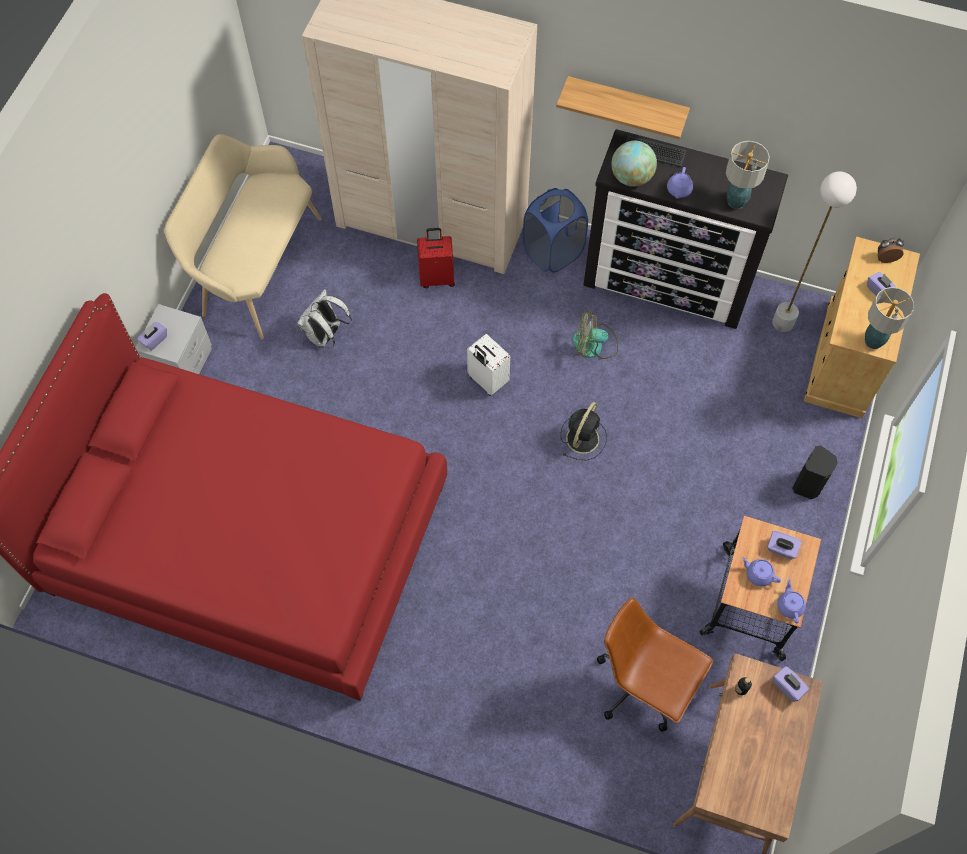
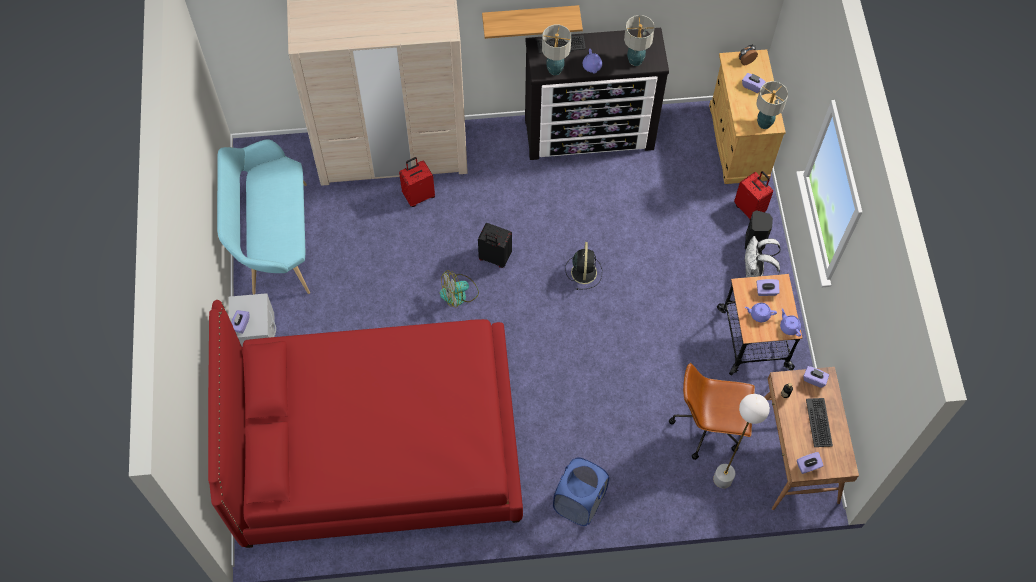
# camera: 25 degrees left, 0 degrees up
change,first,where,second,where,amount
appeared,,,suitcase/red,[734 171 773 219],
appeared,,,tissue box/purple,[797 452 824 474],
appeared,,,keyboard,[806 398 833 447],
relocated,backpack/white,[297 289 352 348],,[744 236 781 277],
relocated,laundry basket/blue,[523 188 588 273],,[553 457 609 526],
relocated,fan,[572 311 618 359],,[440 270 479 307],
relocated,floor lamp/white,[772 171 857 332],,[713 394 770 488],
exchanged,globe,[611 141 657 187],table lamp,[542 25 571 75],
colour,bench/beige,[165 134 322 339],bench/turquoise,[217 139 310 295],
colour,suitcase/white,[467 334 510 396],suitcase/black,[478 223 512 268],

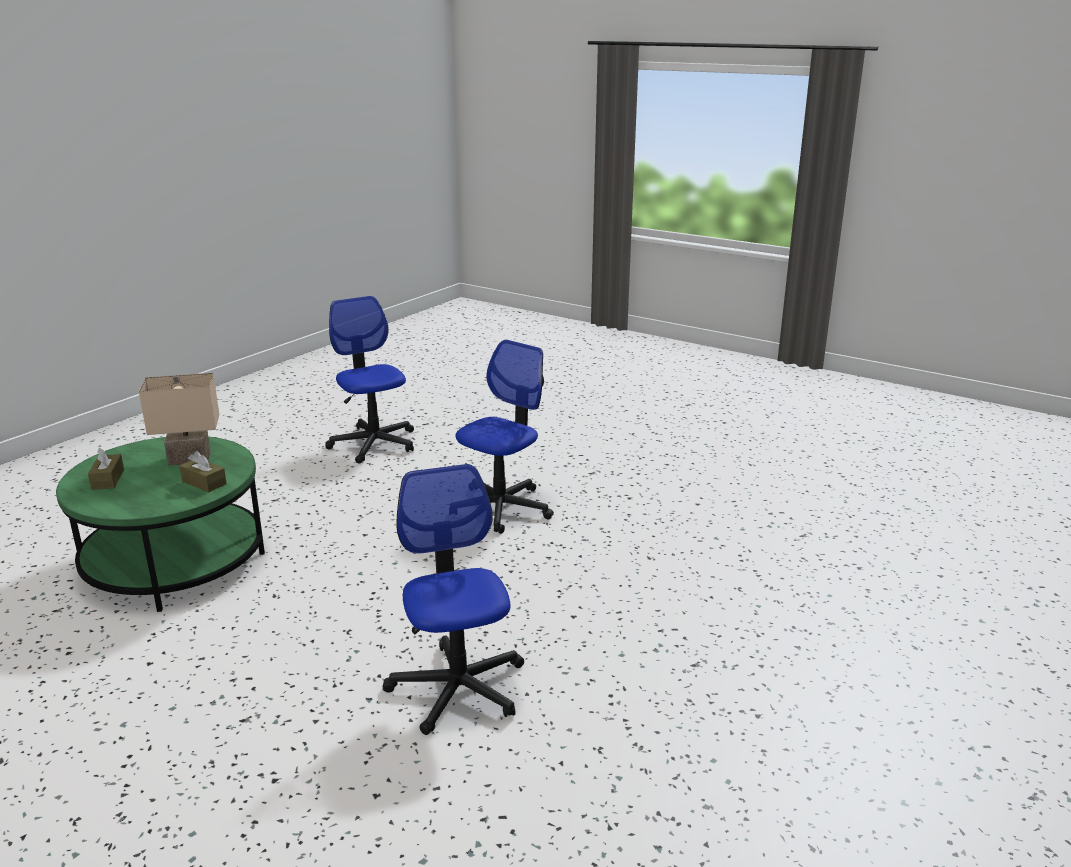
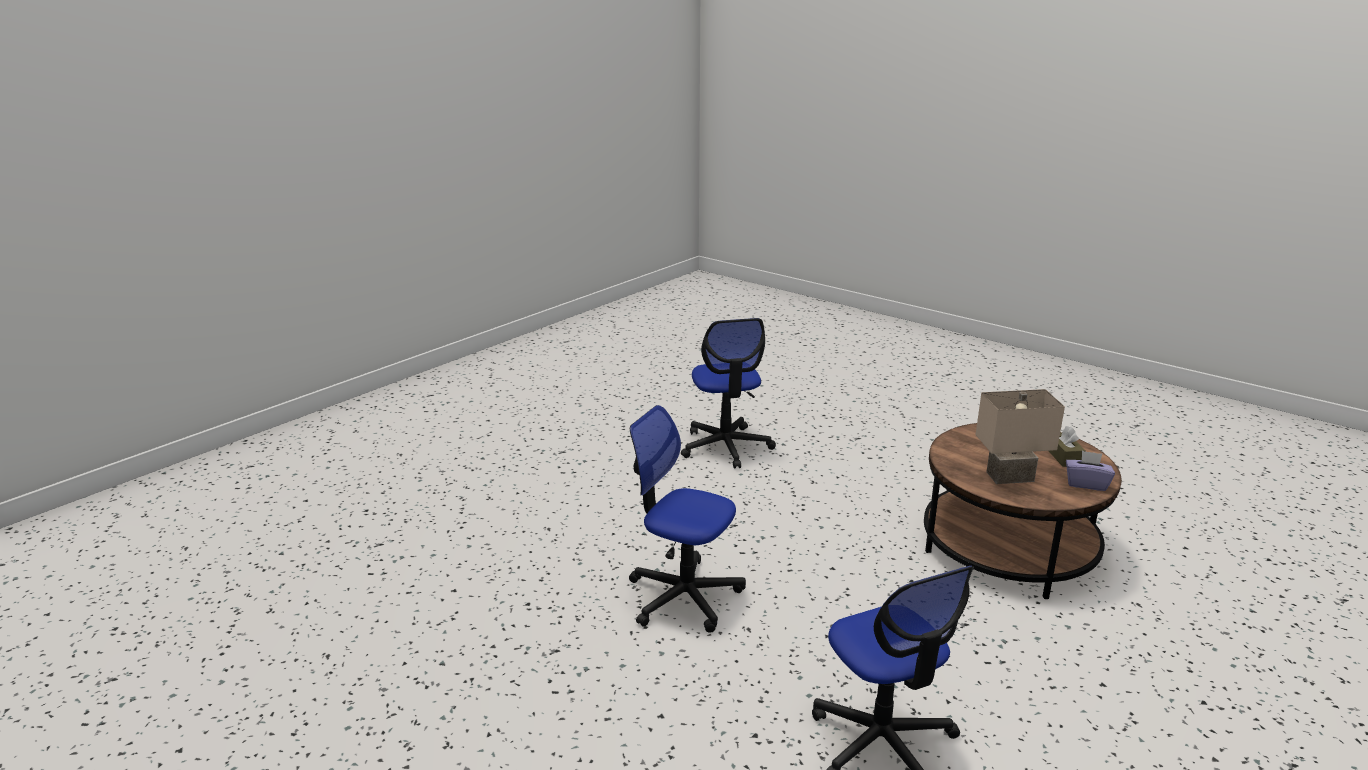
# camera: 175 degrees left, 0 degrees up
change,first,where,second,where,amount
missing,tissue box/brown,[180 451 227 492],,,
appeared,,,tissue box/purple,[1066 451 1115 491],
colour,coffee table/green,[56 437 265 612],coffee table/brown,[924 423 1122 599],
spun,office chair,[456 340 554 534],,[629 405 746 633],75 degrees clockwise

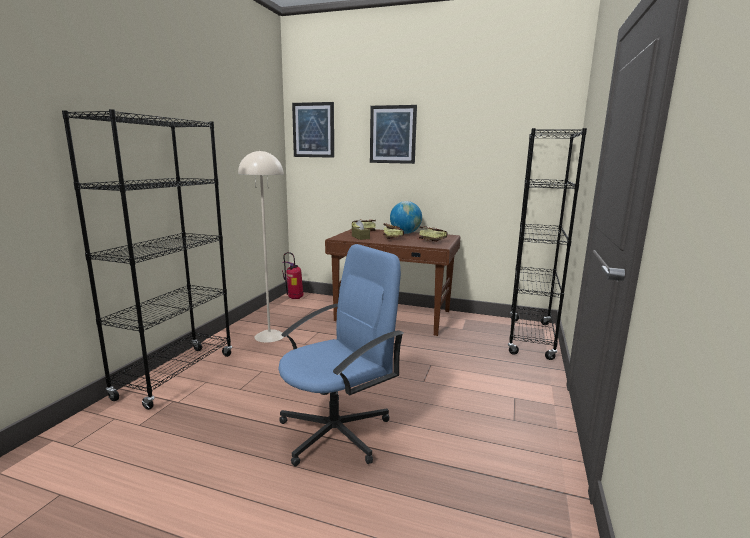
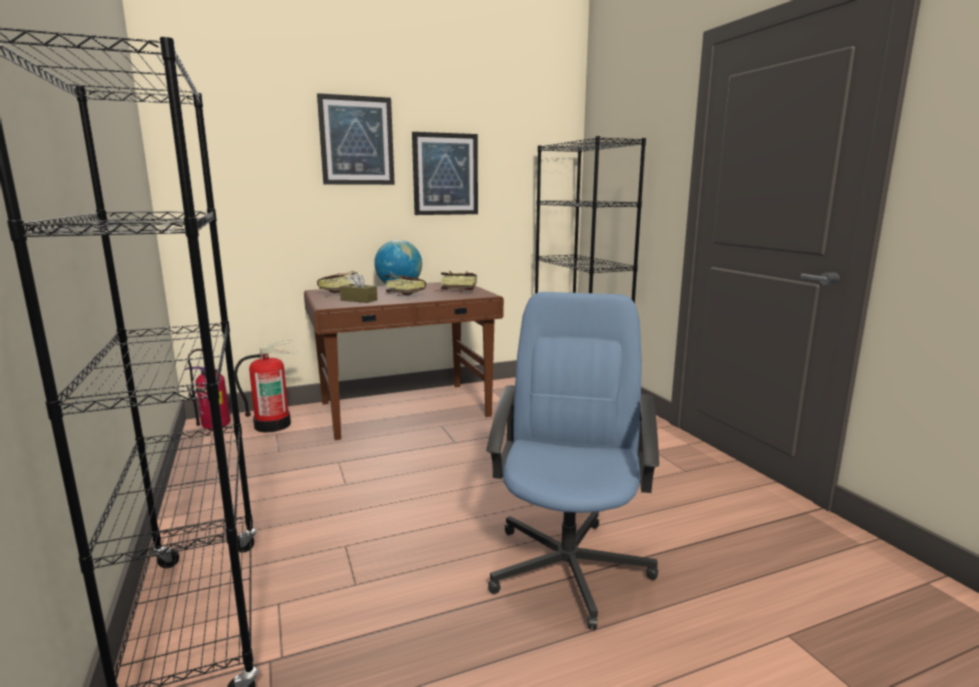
# camera: 40 degrees left, 0 degrees up
change,first,where,second,where,amount
missing,floor lamp/beige,[238 150 284 343],,,
appeared,,,fire extinguisher,[234 341 299 433],
relocated,picture,[292 102 334 158],,[412 132 478 215],

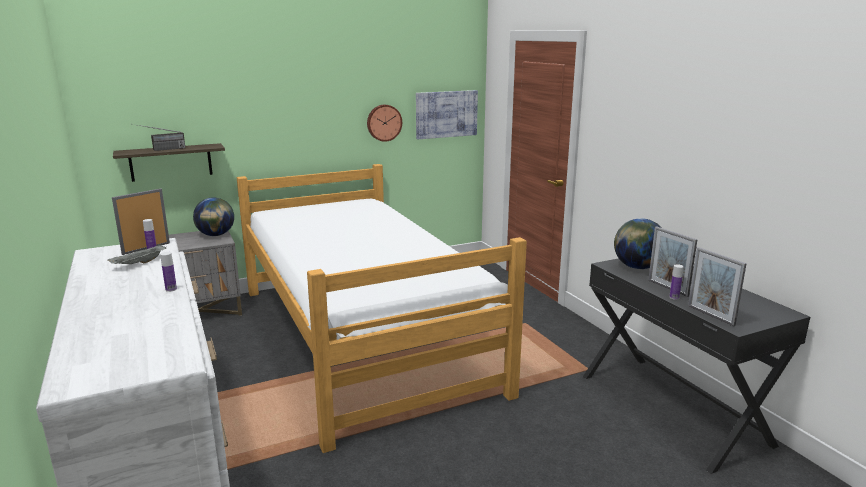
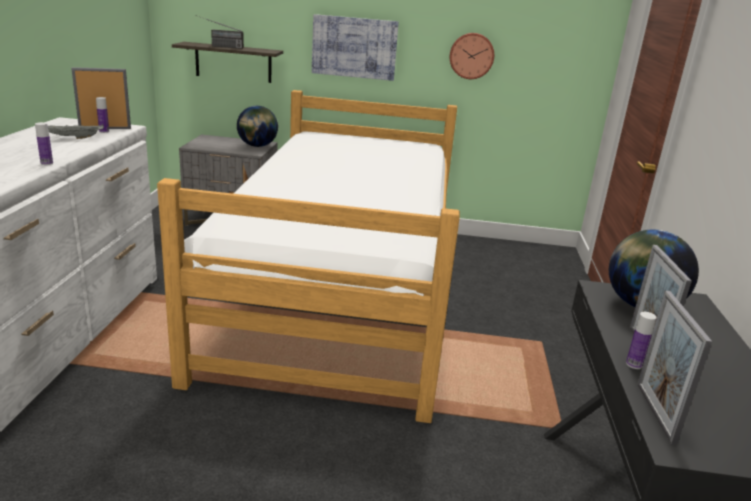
# camera: 30 degrees right, 5 degrees up
change,first,where,second,where,amount
relocated,picture,[416 90 478 139],,[312 14 399 81],

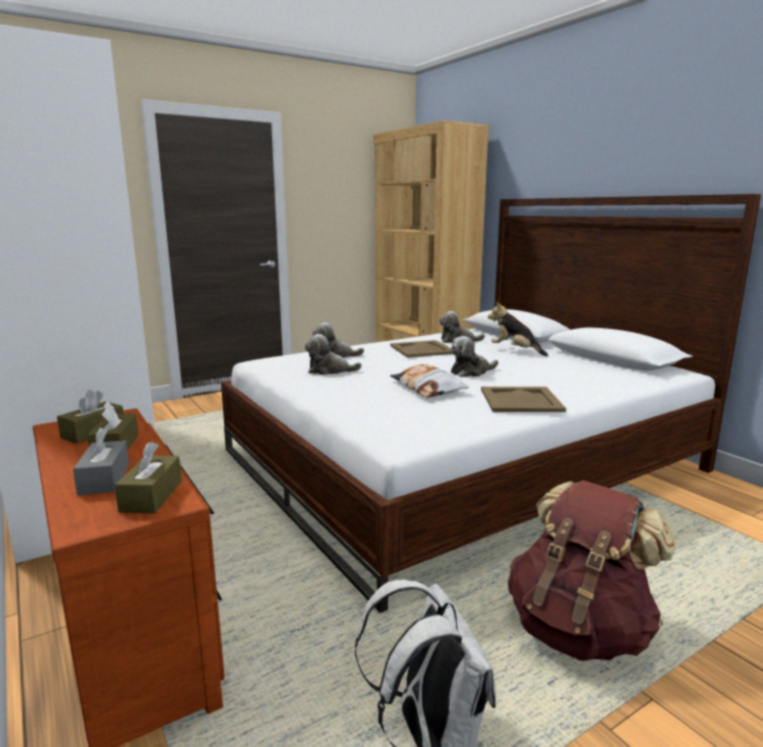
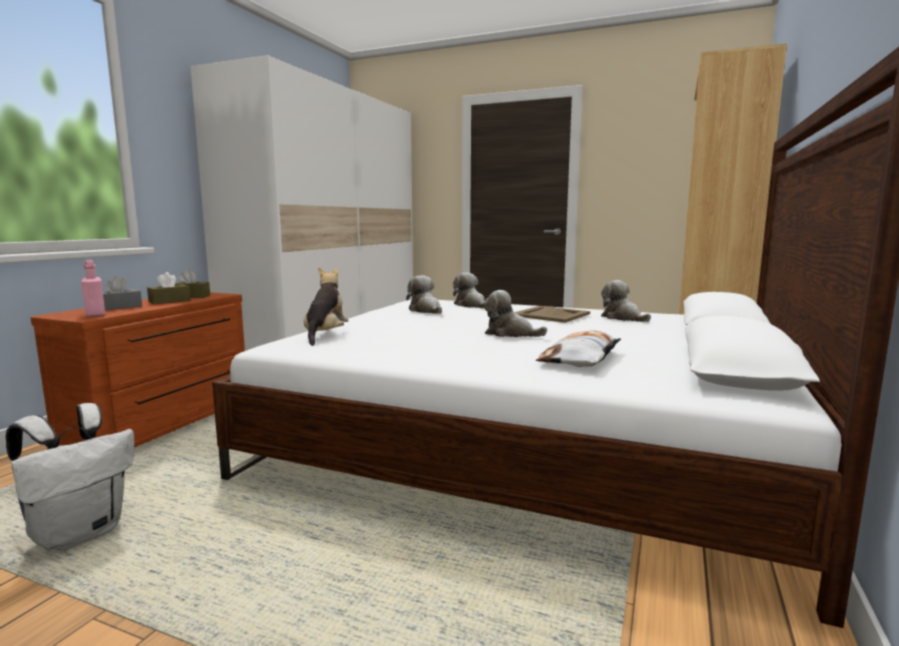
# camera: 55 degrees right, 5 degrees down
change,first,where,second,where,amount
missing,tray/beige,[481 387 566 412],,,
missing,backpack/brown,[508 480 676 661],,,
relocated,pillow,[390 364 469 398],,[536 331 621 367],
relocated,plush toy,[488 302 548 356],,[304 268 349 346],
exchanged,tissue box/brown,[115 442 182 514],bottle/pink,[81 260 105 317],

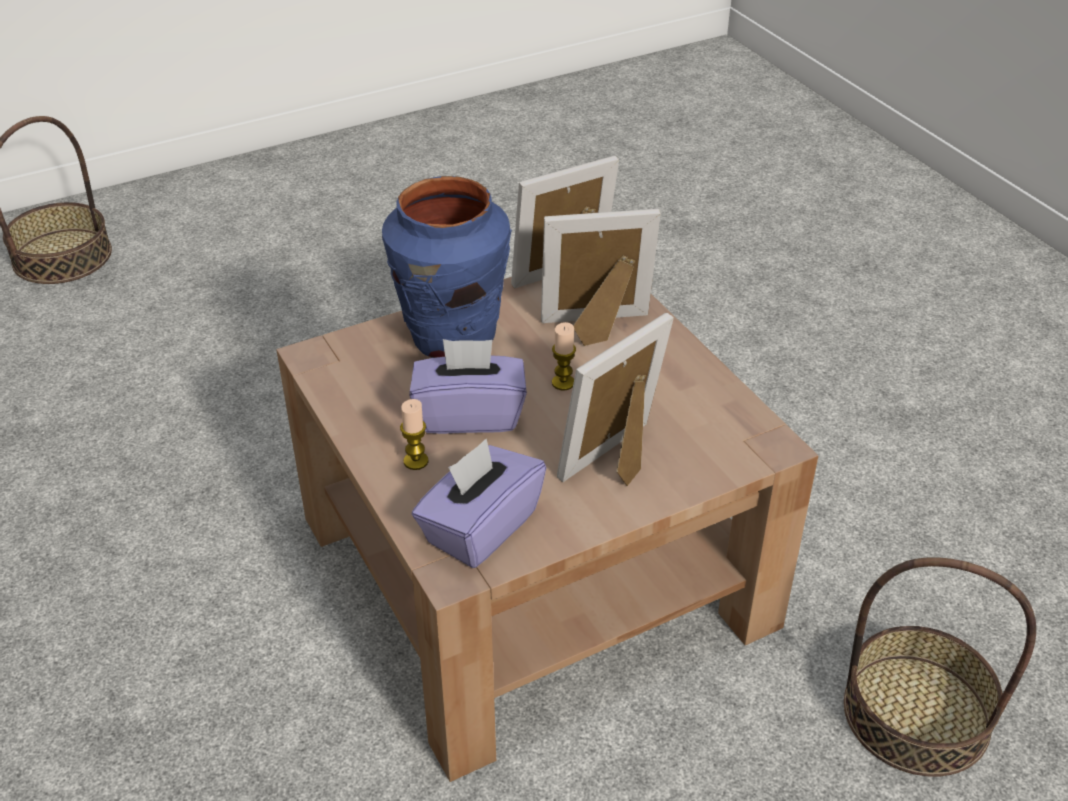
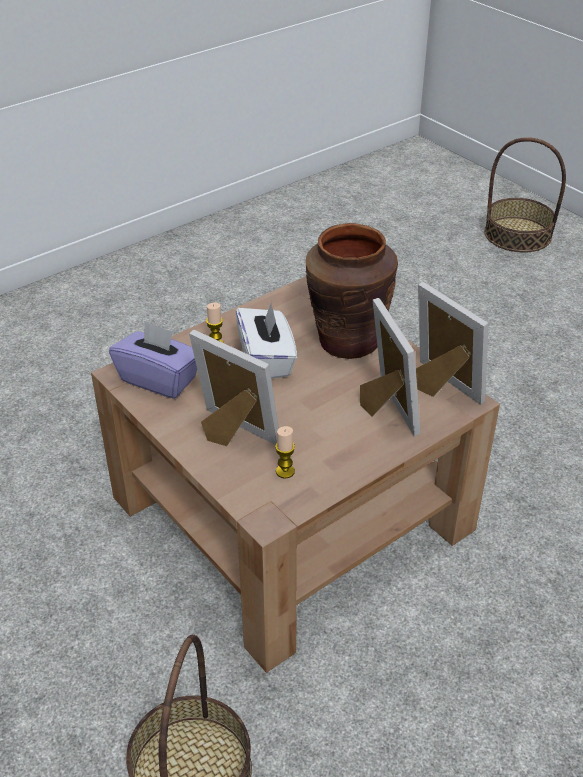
# camera: 80 degrees right, 0 degrees up
change,first,where,second,where,amount
relocated,candle,[552 322 576 390],,[275 426 295 479],
colour,vase/blue,[382 176 512 358],vase/brown,[306 223 398 359],
colour,tissue box/purple,[409 339 527 434],tissue box/white,[236 302 297 379],

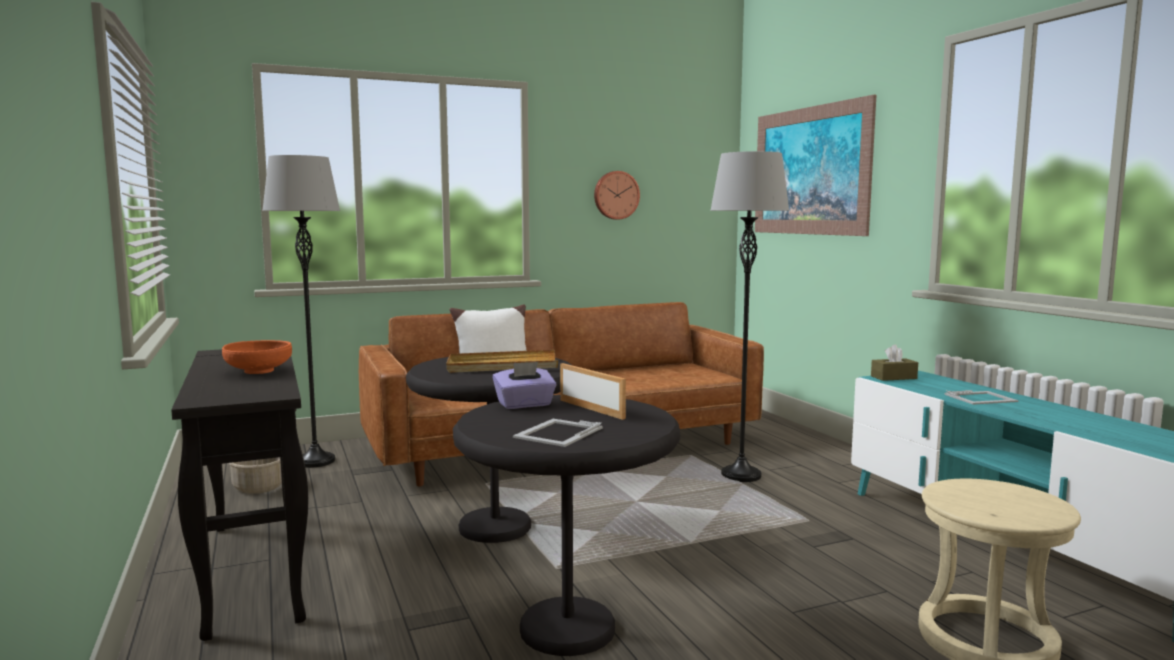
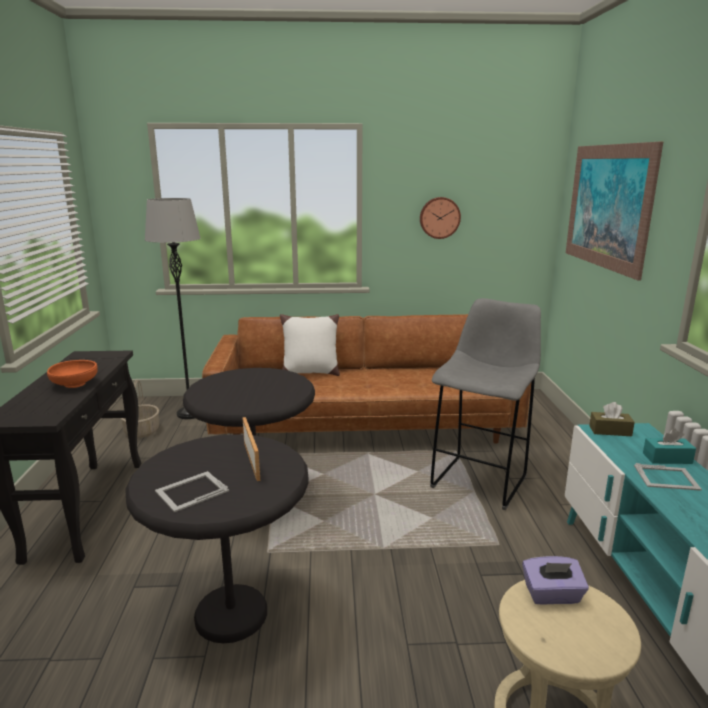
# camera: 20 degrees right, 10 degrees up
change,first,where,second,where,amount
missing,tray/beige,[446 350 558 373],,,
appeared,,,tissue box/turquoise,[643 428 696 464],
relocated,tissue box/purple,[493 362 557 409],,[522 556 589 605],
exchanged,floor lamp/grey,[710 151 789 482],stool/grey,[430 298 541 510],

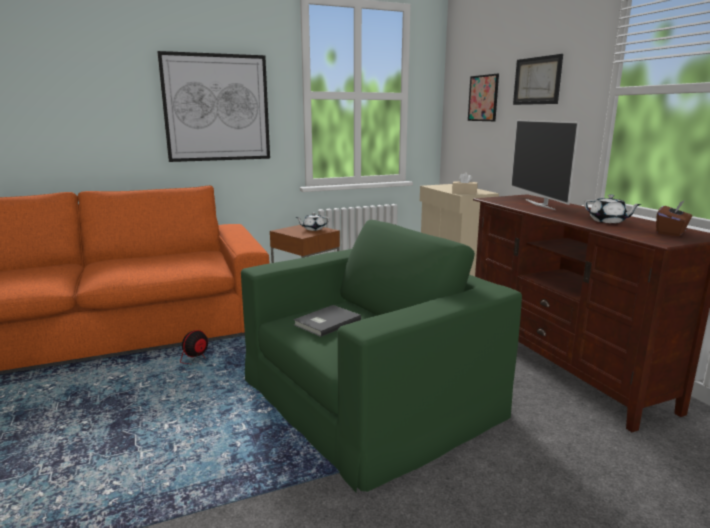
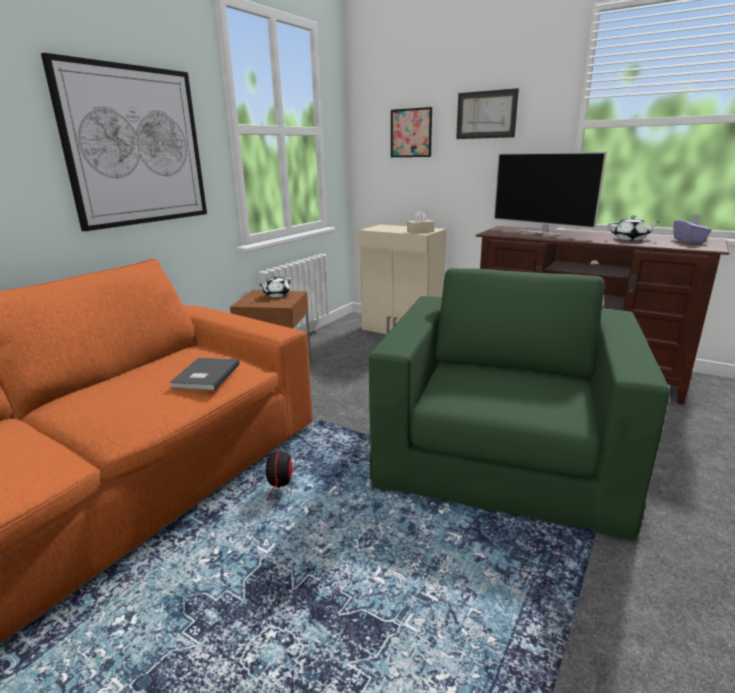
# camera: 35 degrees left, 5 degrees up
change,first,where,second,where,amount
relocated,book/grey,[293 305 361 337],,[170 358 240 391],
colour,tissue box/brown,[656 200 692 236],tissue box/purple,[673 214 711 243],

